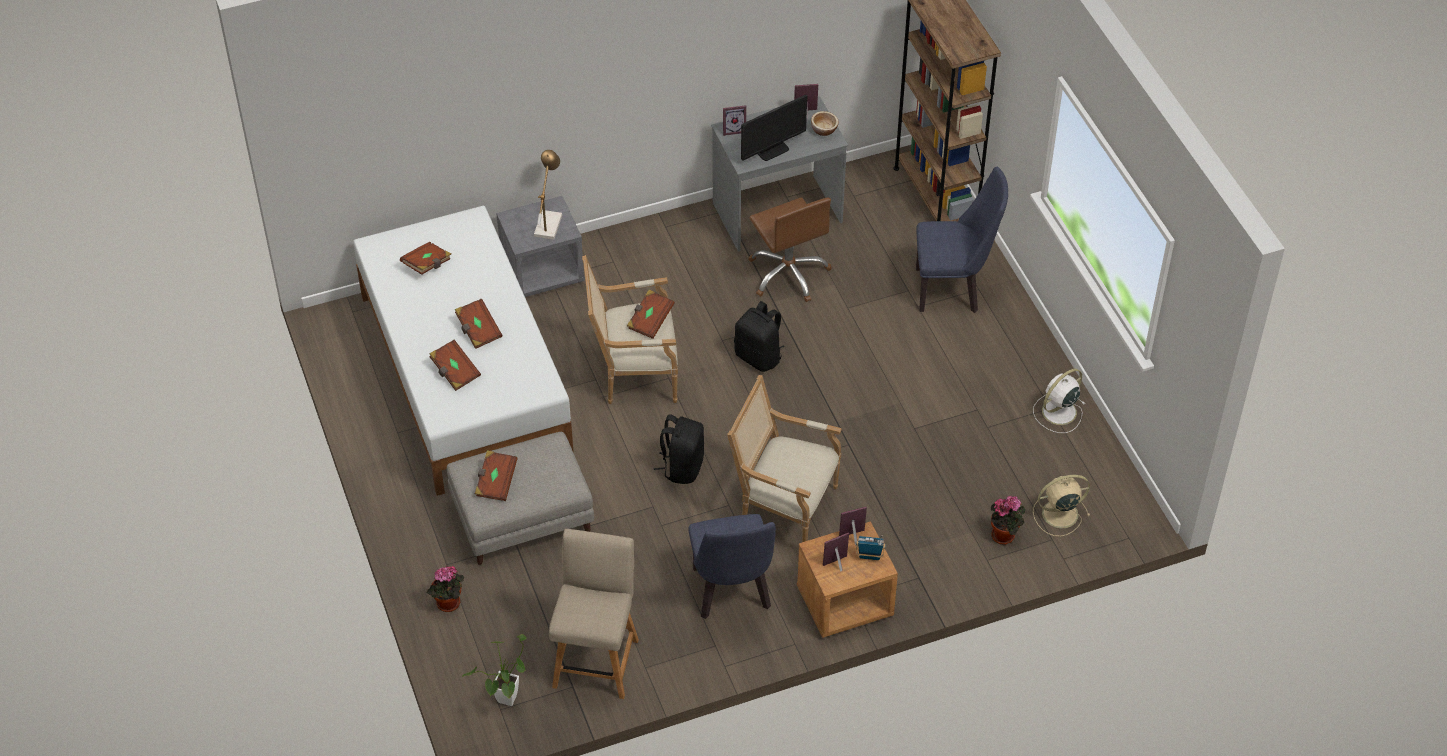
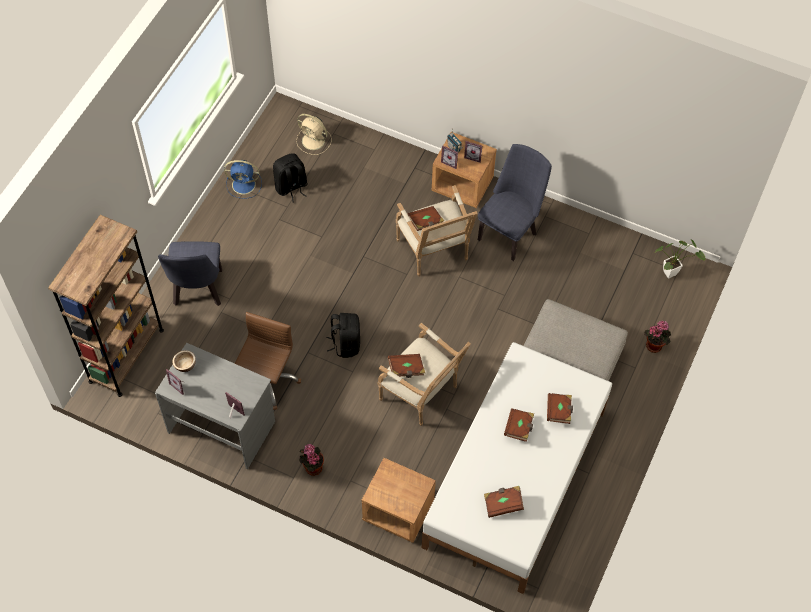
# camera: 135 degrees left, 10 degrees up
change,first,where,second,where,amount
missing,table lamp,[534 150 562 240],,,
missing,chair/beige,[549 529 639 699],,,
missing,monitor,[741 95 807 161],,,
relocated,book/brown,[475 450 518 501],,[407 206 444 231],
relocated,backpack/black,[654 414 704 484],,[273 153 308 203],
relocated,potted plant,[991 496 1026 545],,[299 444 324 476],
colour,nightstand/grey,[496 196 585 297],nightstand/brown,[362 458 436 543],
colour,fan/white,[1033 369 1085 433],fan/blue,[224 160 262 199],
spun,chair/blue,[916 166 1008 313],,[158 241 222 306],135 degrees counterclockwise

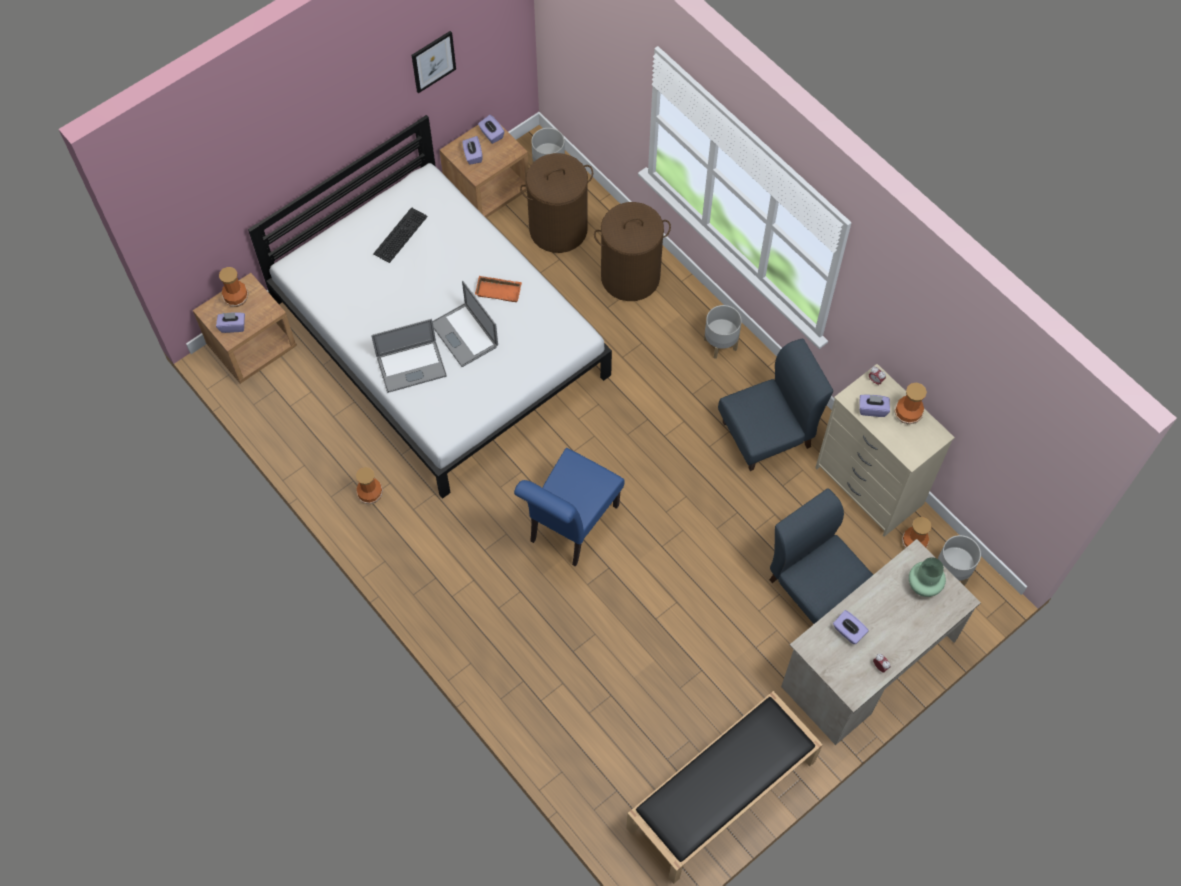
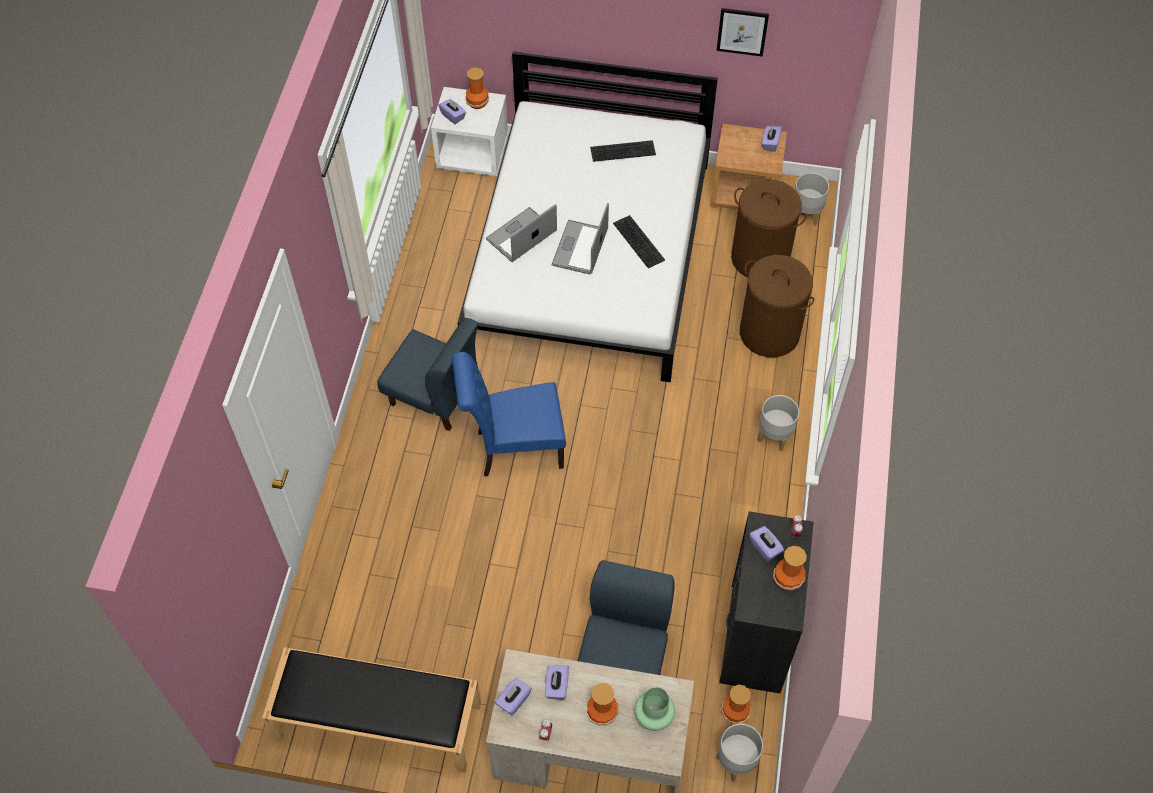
# camera: 50 degrees right, 5 degrees down
change,first,where,second,where,amount
relocated,vase,[356 467 383 504],,[586 683 618 725],
relocated,tissue box/purple,[462 136 483 165],,[495 678 532 716],
relocated,chair/blue,[718 339 833 471],,[377 318 479 431],
exchanged,tray/orange,[475 276 522 302],keyboard,[613 215 665 268],
colour,nightstand/brown,[193 273 297 384],nightstand/white,[431 87 509 176],
colour,dresser/beige,[815 364 955 537],dresser/black,[719 511 814 693],
spun,laptop,[371 319 447 393],,[486 204 557 262],105 degrees clockwise

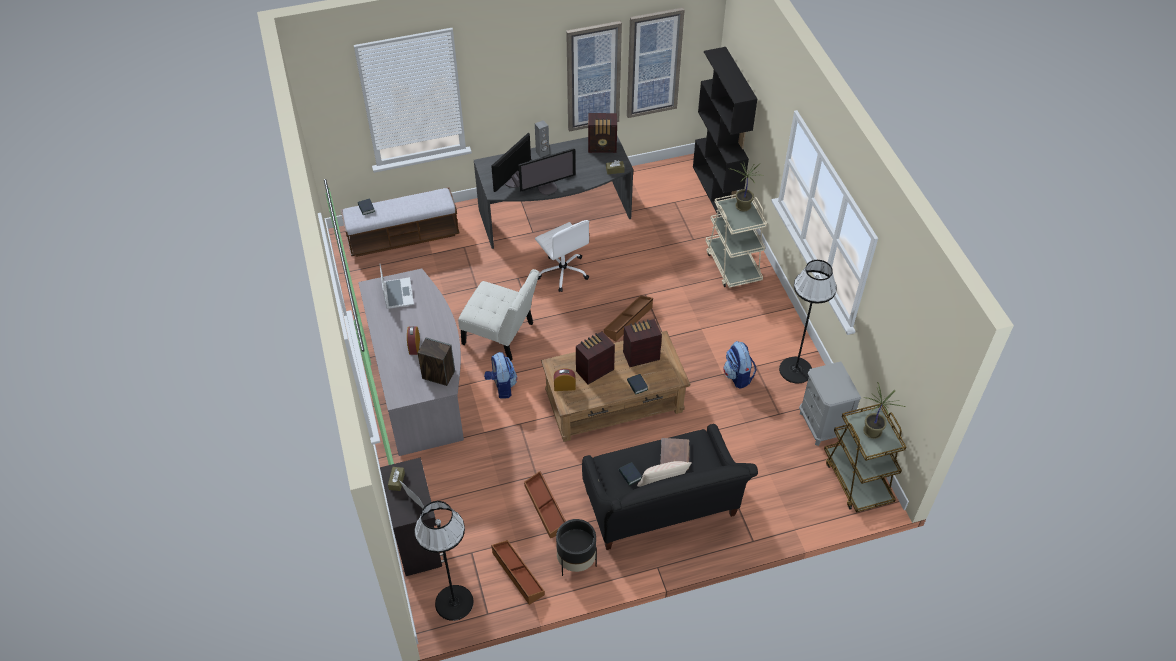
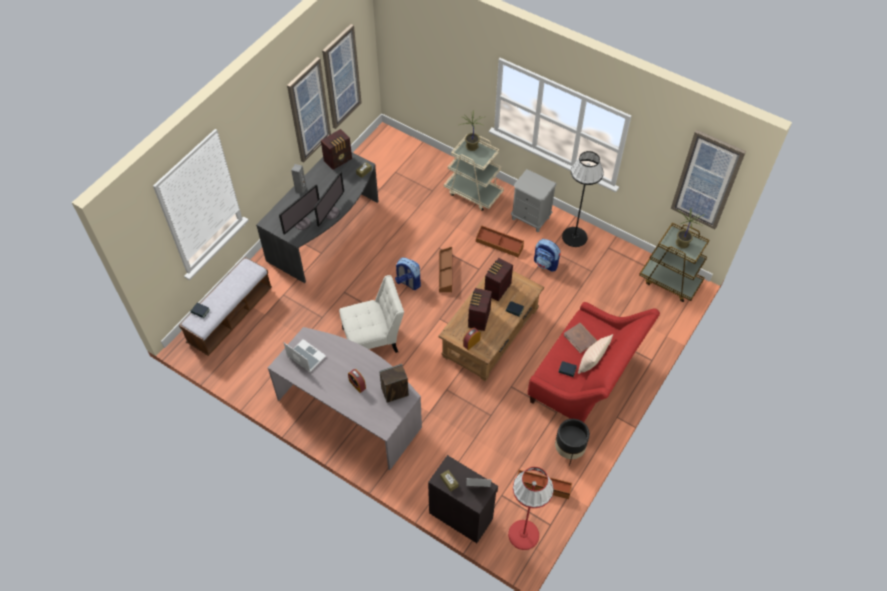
# camera: 40 degrees left, 5 degrees up
change,first,where,second,where,amount
missing,office chair/white,[535 220 589 292],,,
missing,bookcase/black,[693 47 757 217],,,
appeared,,,picture,[671 130 746 229],
relocated,backpack,[484 352 517 399],,[395 257 421 290],
relocated,storage box/brown,[524 471 566 538],,[476 225 524 257],
relocated,nightstand/grey,[799 361 861 446],,[511 169 557 232],
colour,floor lamp/black,[414 501 474 621],floor lamp/red,[508 467 554 550],
colour,sofa/black,[582 424 758 550],sofa/red,[528 302 660 422],
spun,monitor,[491 132 531 192],,[279 185 320 235],135 degrees counterclockwise

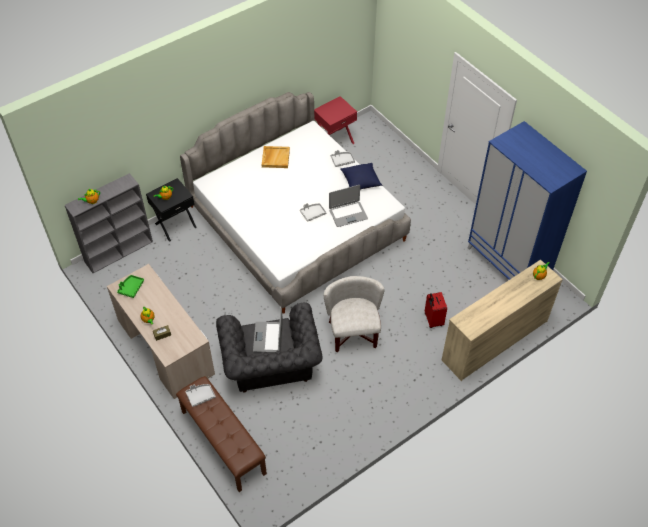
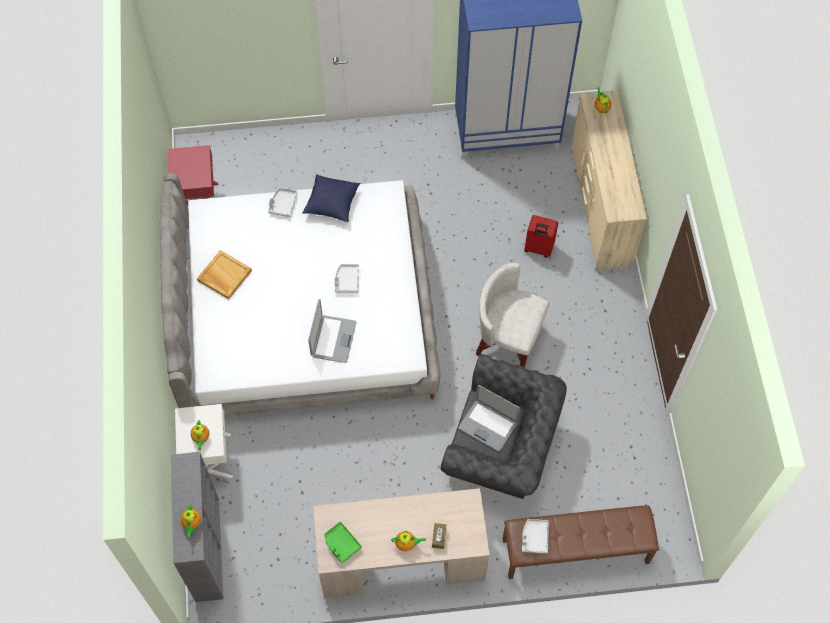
# camera: 60 degrees left, 10 degrees up
change,first,where,second,where,amount
relocated,laptop,[329 185 368 227],,[308 299 356 363],
colour,nightstand/black,[146 178 197 242],nightstand/white,[175 404 233 478],

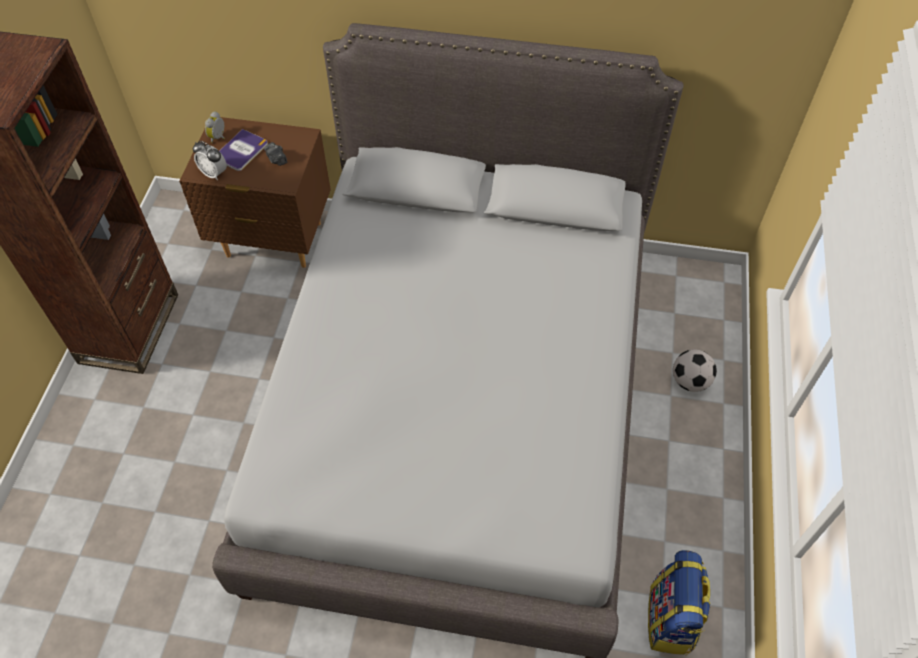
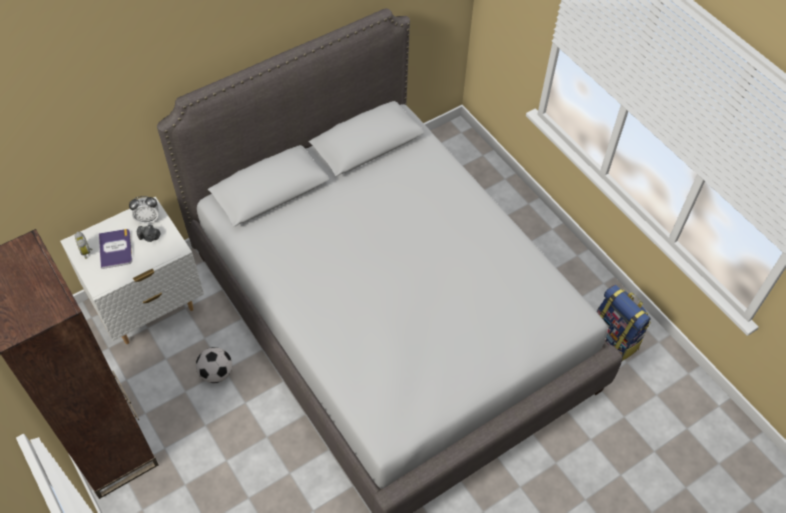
# camera: 45 degrees left, 0 degrees up
change,first,where,second,where,amount
relocated,alarm clock,[193 141 227 181],,[129 196 159 224],
relocated,football,[673 349 717 392],,[196 347 232 383],
colour,nightstand/brown,[179 117 331 268],nightstand/white,[60 197 204 344],

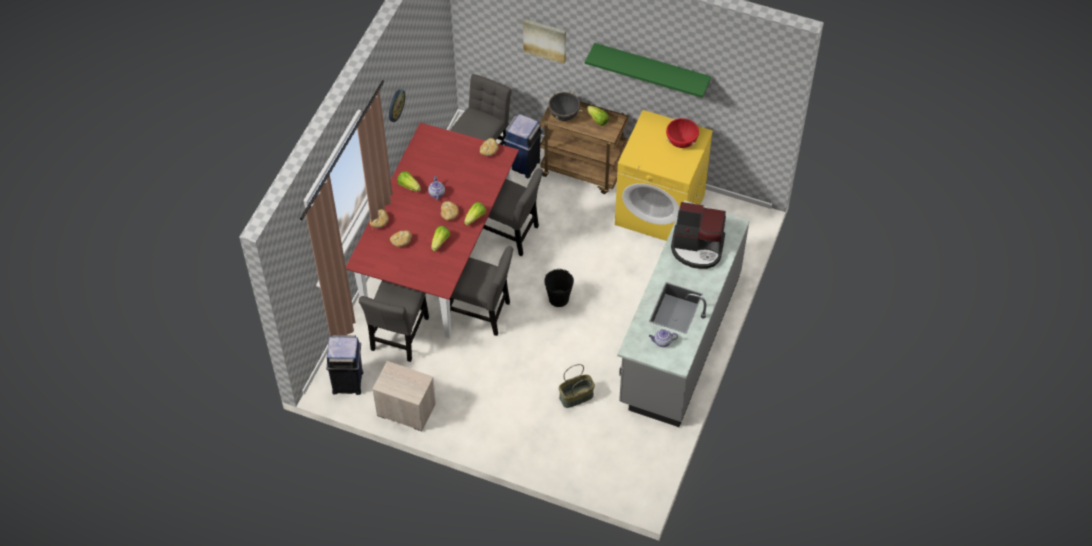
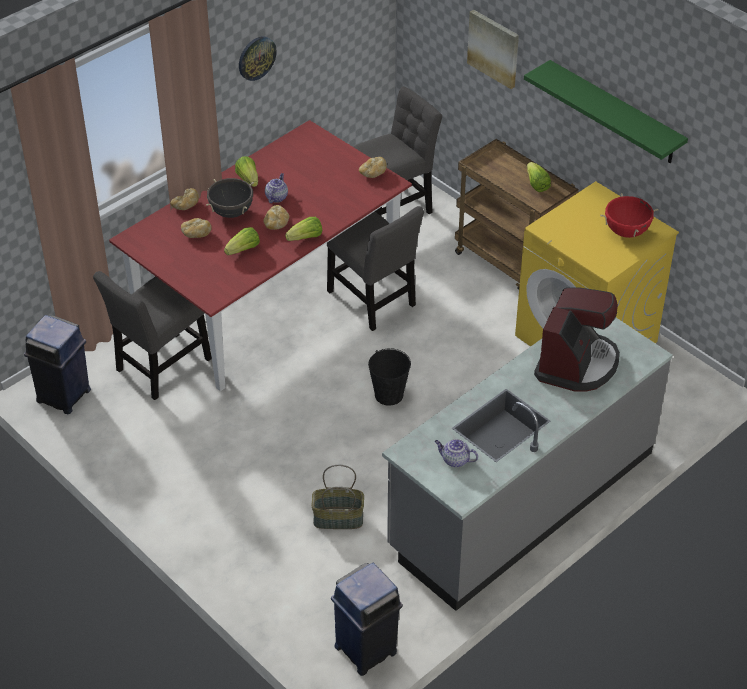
# camera: 25 degrees right, 10 degrees down
change,first,where,second,where,amount
missing,nightstand,[372 361 436 431],,,
missing,chair/grey,[450 246 513 336],,,
relocated,trash can/blue,[504 114 542 178],,[331 563 403 676],
relocated,cooking pot/black,[547 91 582 121],,[206 178 254 218],
spun,coffee machine,[671 202 726 269],,[534 287 620 392],105 degrees counterclockwise

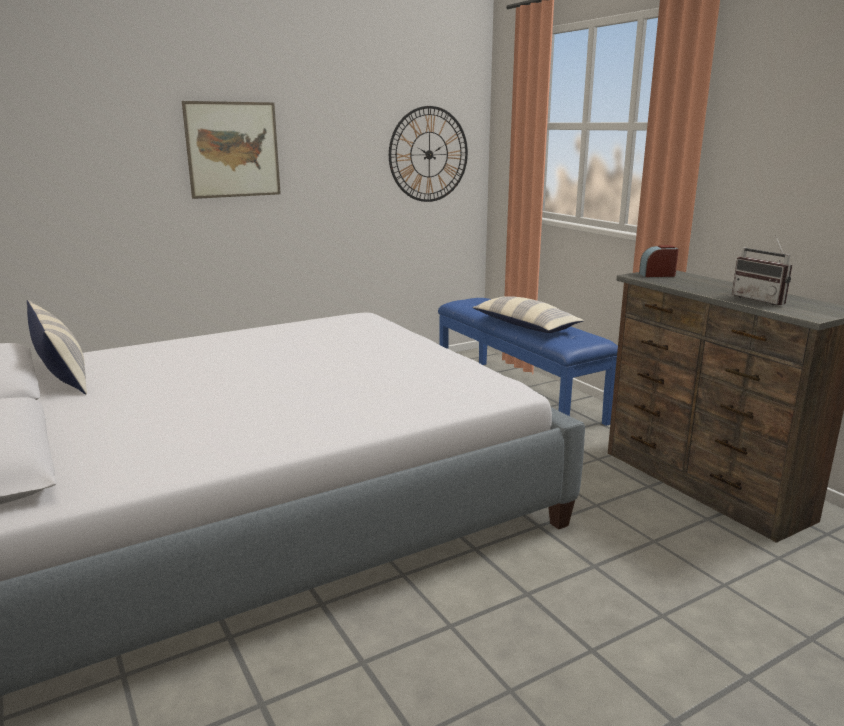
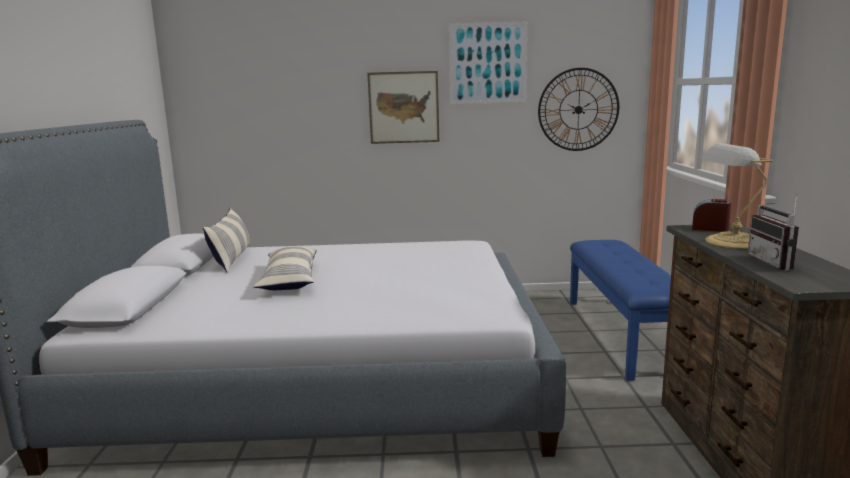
# camera: 30 degrees right, 5 degrees down
change,first,where,second,where,amount
appeared,,,picture,[449 22 527 104],
appeared,,,table lamp,[701 143 773 249],
relocated,pillow,[472 296 584 333],,[253 246 317 290],

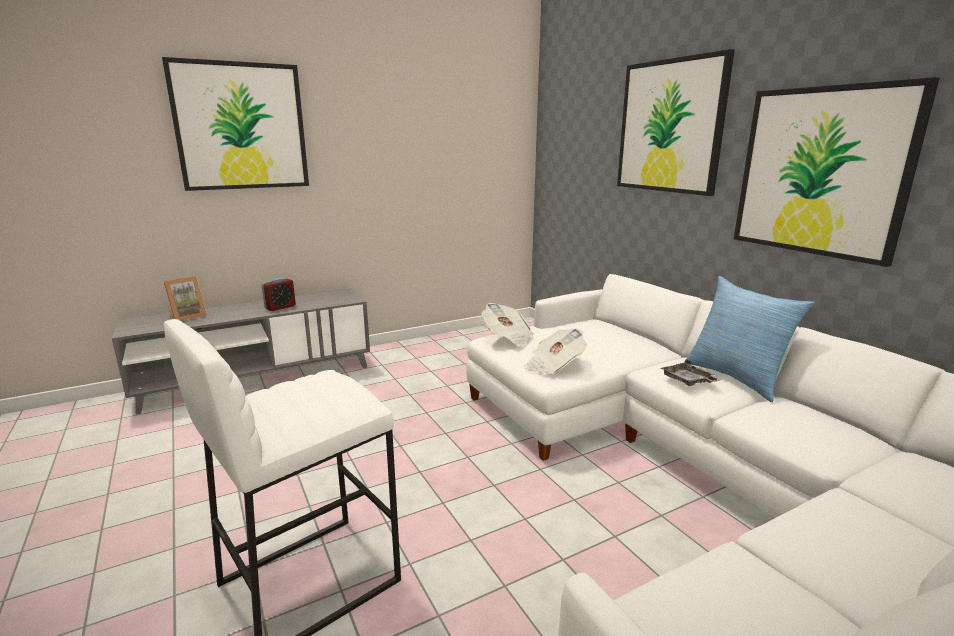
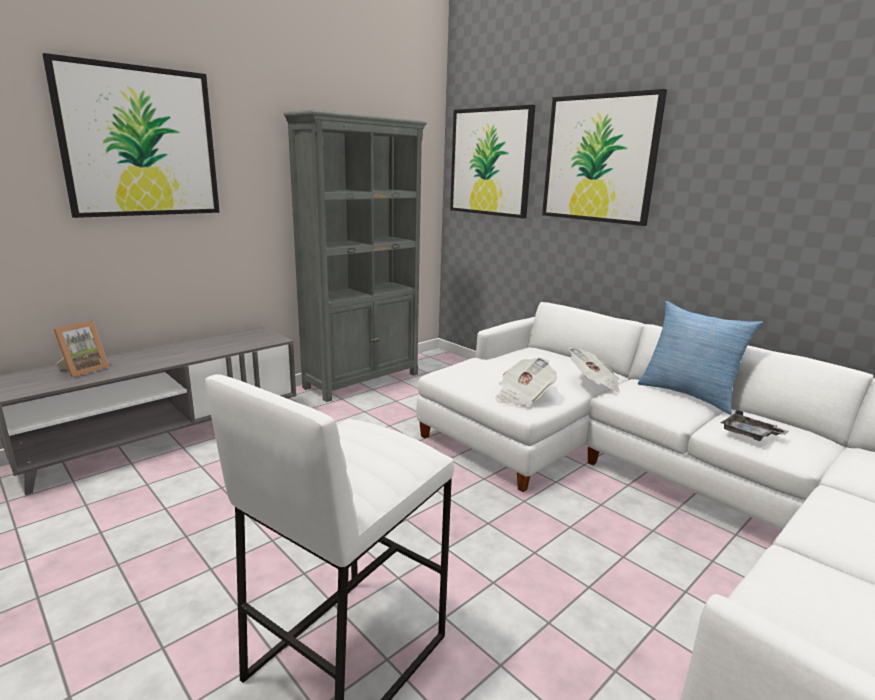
# camera: 15 degrees left, 0 degrees up
change,first,where,second,where,amount
missing,alarm clock,[261 278 296 311],,,
appeared,,,bookcase/grey,[283 110 427 402],
relocated,newspaper,[482 303 534 346],,[569 347 620 392],
relocated,tray/grey,[661 359 722 386],,[720 410 789 441],
relocated,picture,[734 77 940 267],,[450 105 535 218],

